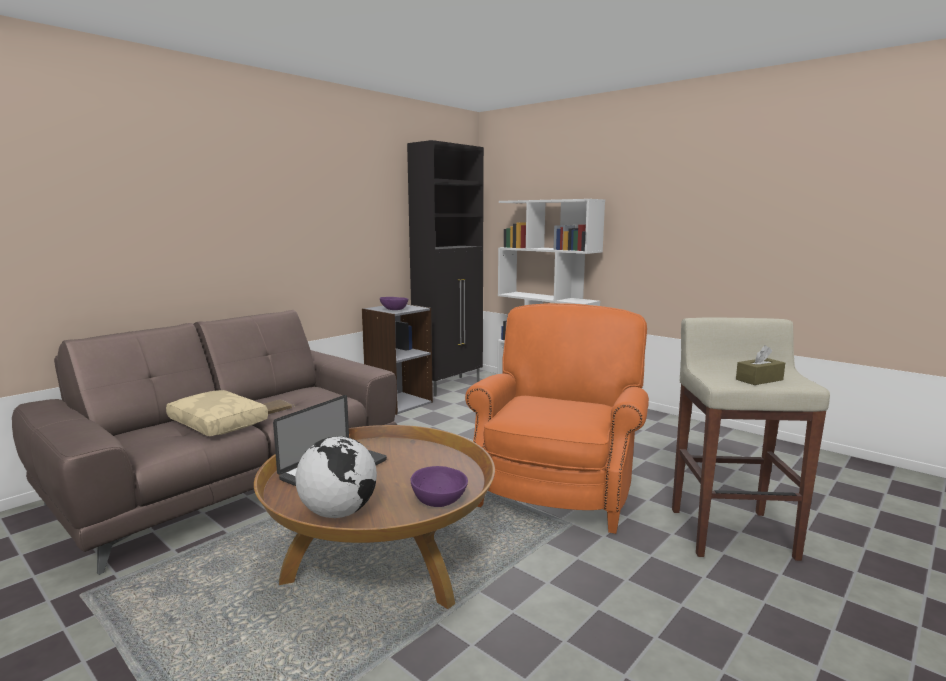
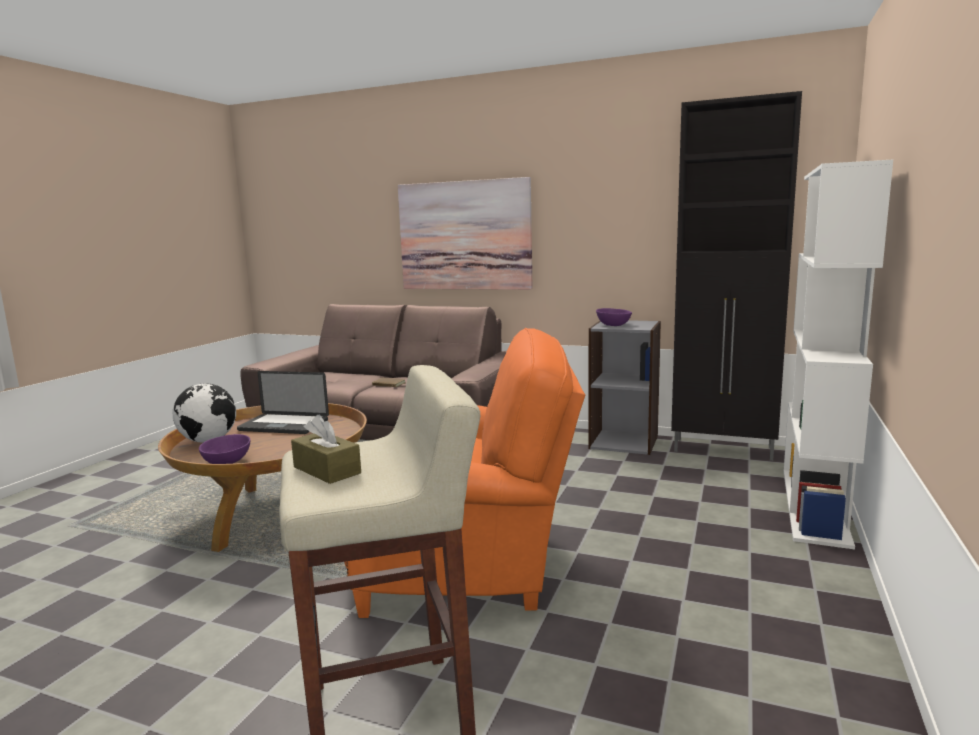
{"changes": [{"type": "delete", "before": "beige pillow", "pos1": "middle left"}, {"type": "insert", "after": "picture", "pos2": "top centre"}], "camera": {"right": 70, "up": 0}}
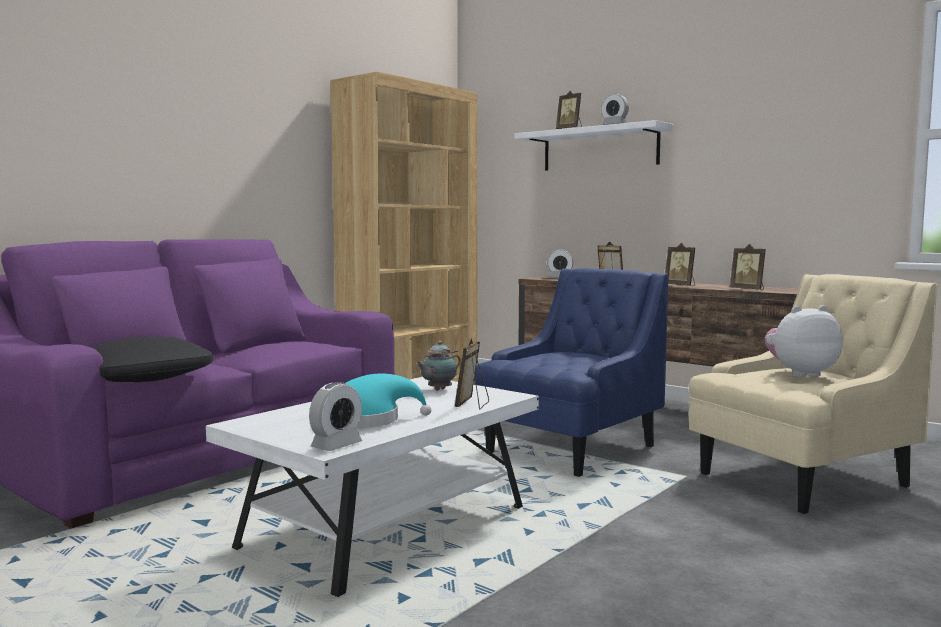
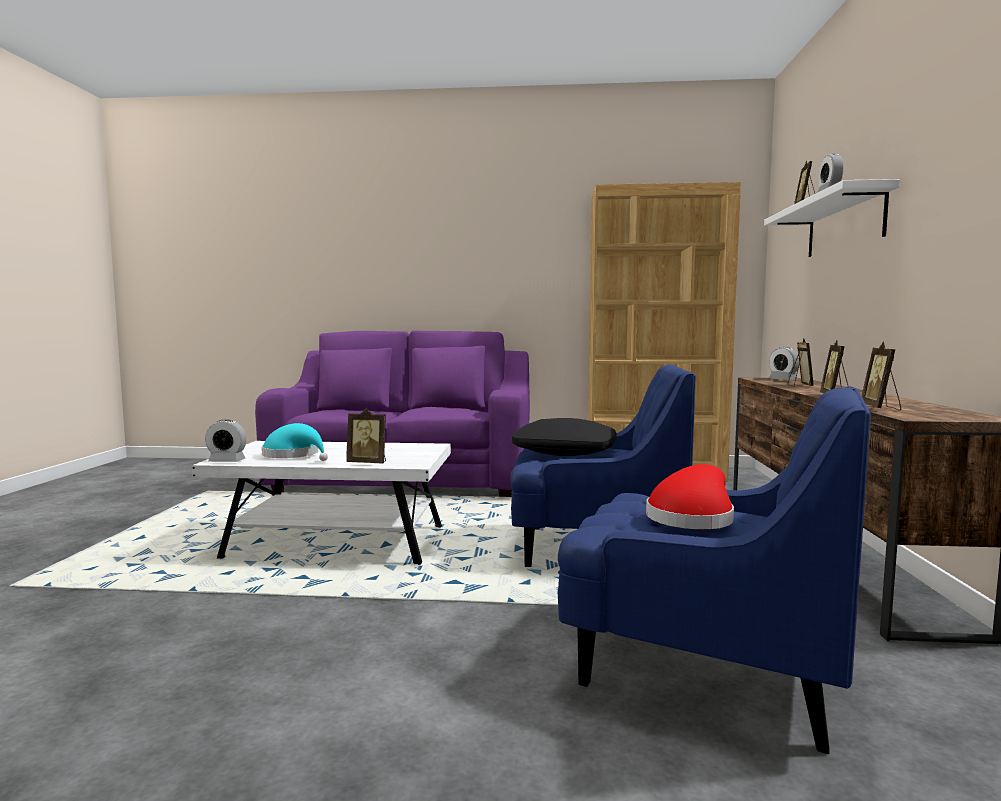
{"changes": [{"type": "move", "before": "black pillow", "pos1": "middle left", "pos2": "centre"}, {"type": "delete", "before": "teapot", "pos1": "centre"}, {"type": "rotate", "before": "picture frame (1st from left)", "pos1": "centre", "pos2": "centre", "turn": -150}, {"type": "recolor", "before": "beige armchair", "after": "blue armchair (2nd from left)", "pos1": "middle right", "pos2": "bottom right"}, {"type": "replace", "before": "plush toy", "after": "red hat", "pos1": "middle right", "pos2": "middle right"}], "camera": {"right": 55, "up": 0}}
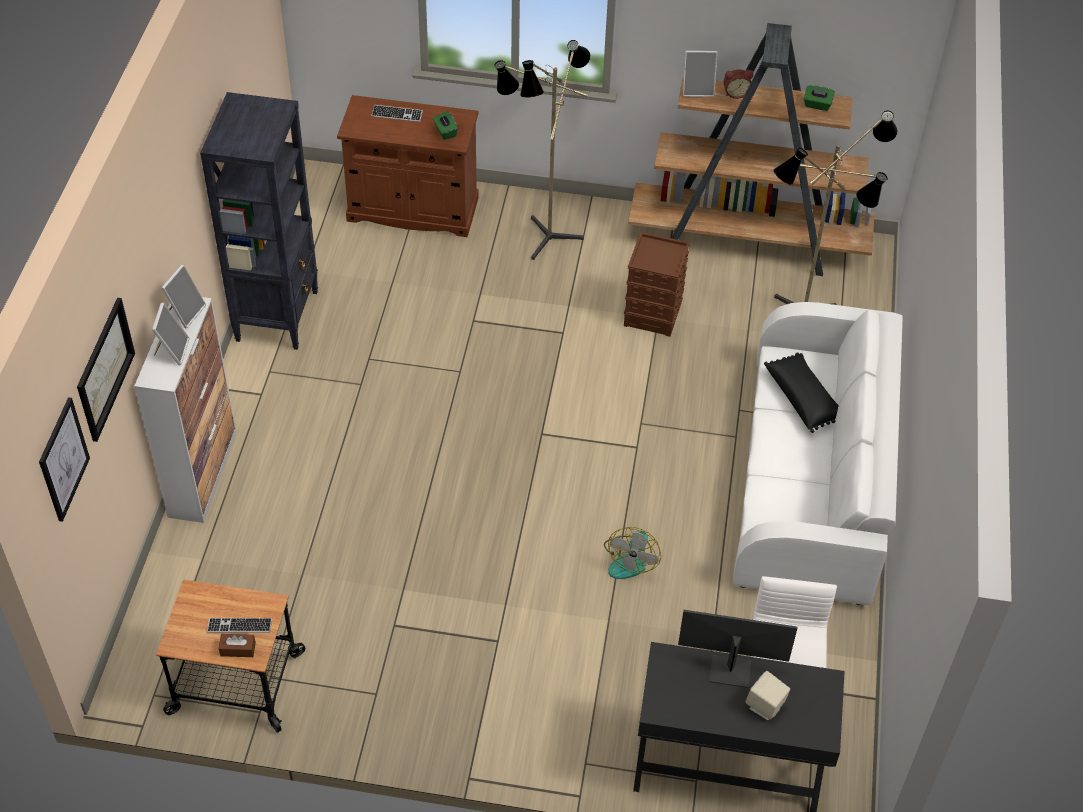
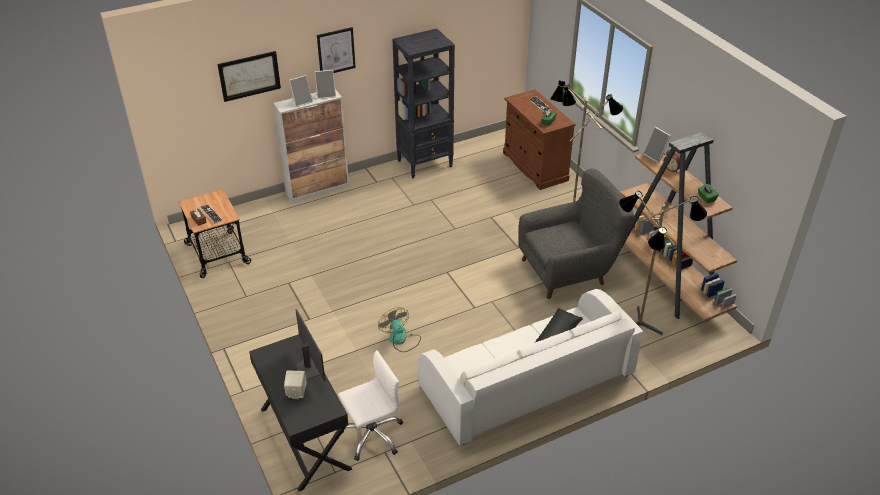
{"changes": [{"type": "move", "before": "picture (1st from left in the first image)", "after": "picture (2nd from left)", "pos1": "middle left", "pos2": "top centre"}, {"type": "rotate", "before": "fan", "pos1": "bottom centre", "pos2": "centre", "turn": 75}, {"type": "replace", "before": "brown storage box", "after": "grey armchair", "pos1": "centre", "pos2": "centre"}], "camera": {"right": 55, "up": -10}}
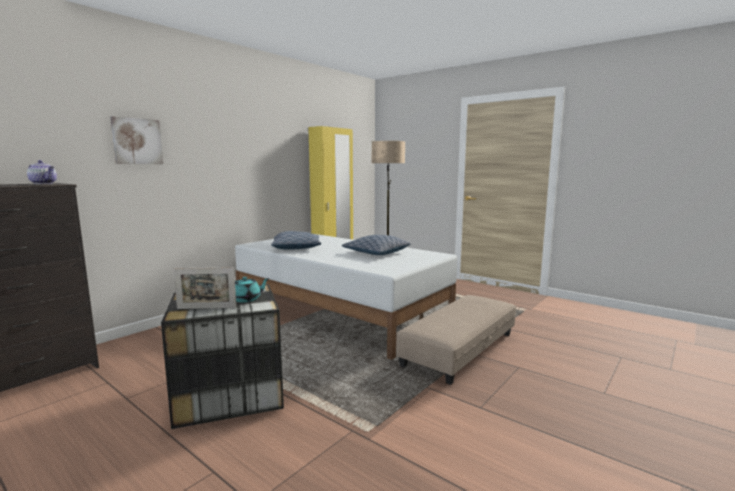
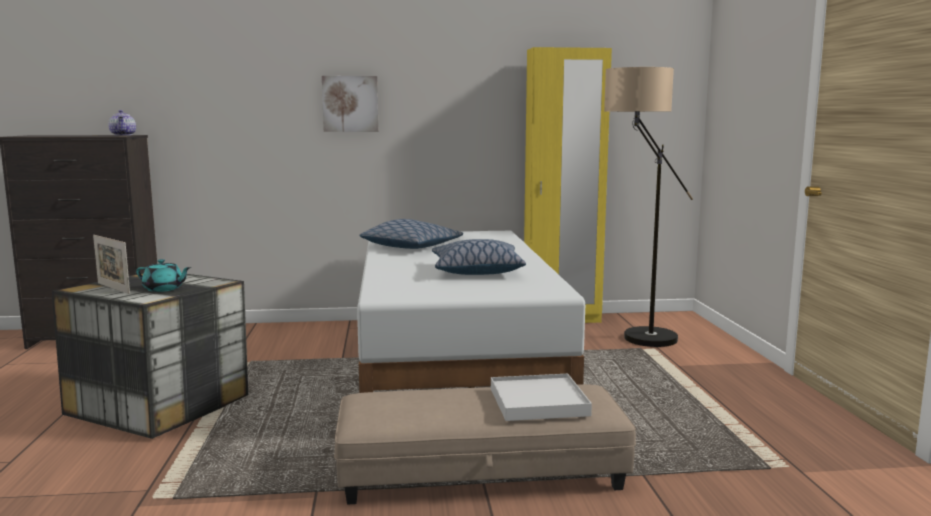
{"changes": [{"type": "move", "before": "picture", "pos1": "top left", "pos2": "top centre"}, {"type": "insert", "after": "white tray", "pos2": "bottom centre"}], "camera": {"right": 45, "up": 0}}
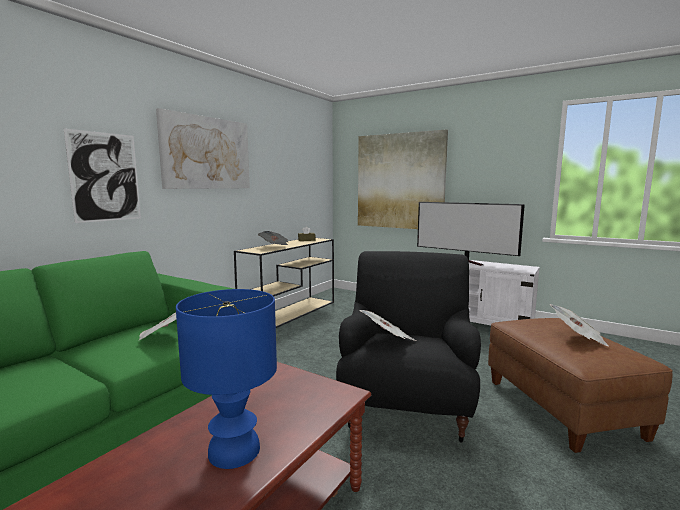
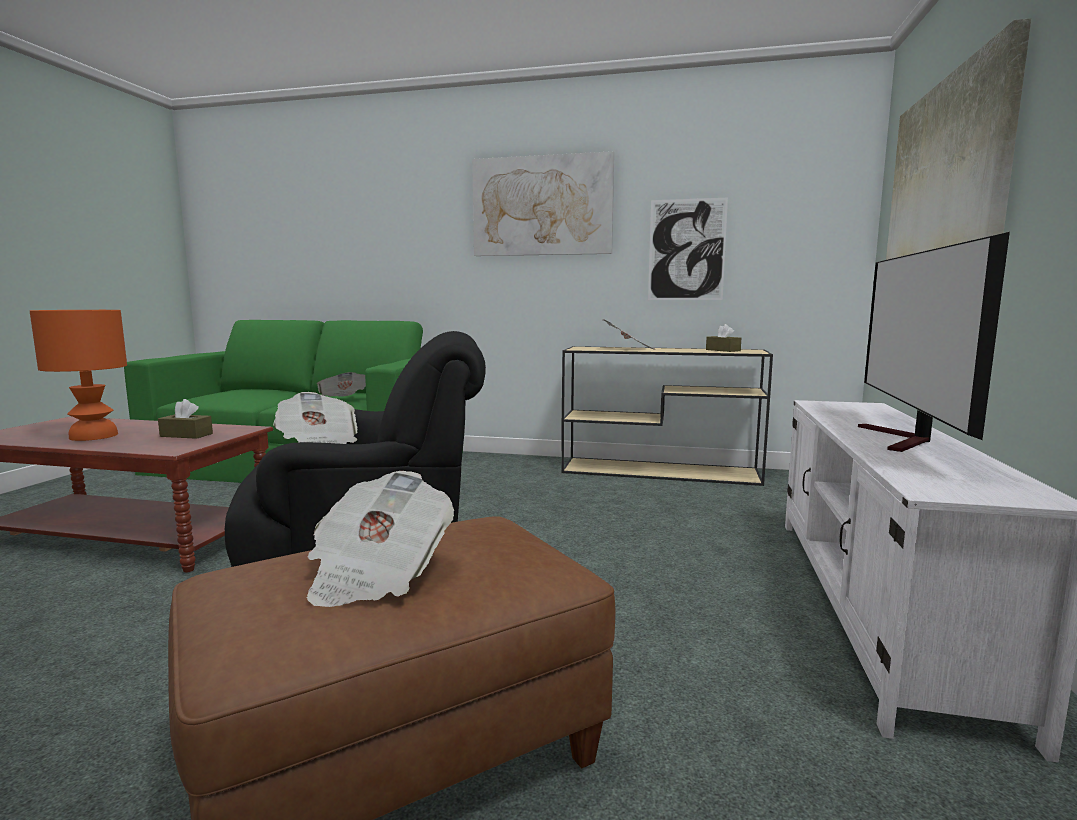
{"changes": [{"type": "move", "before": "picture (1st from left in the first image)", "after": "picture (2nd from left)", "pos1": "middle left", "pos2": "top centre"}, {"type": "recolor", "before": "blue table lamp", "after": "orange table lamp", "pos1": "bottom left", "pos2": "middle left"}, {"type": "insert", "after": "brown tissue box (1st from left)", "pos2": "middle left"}], "camera": {"right": 70, "up": 0}}
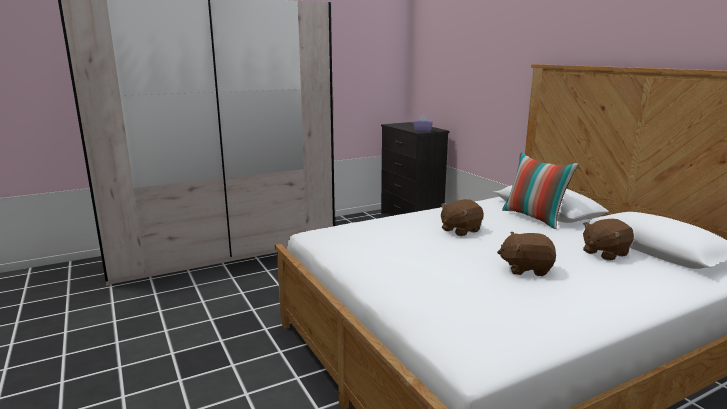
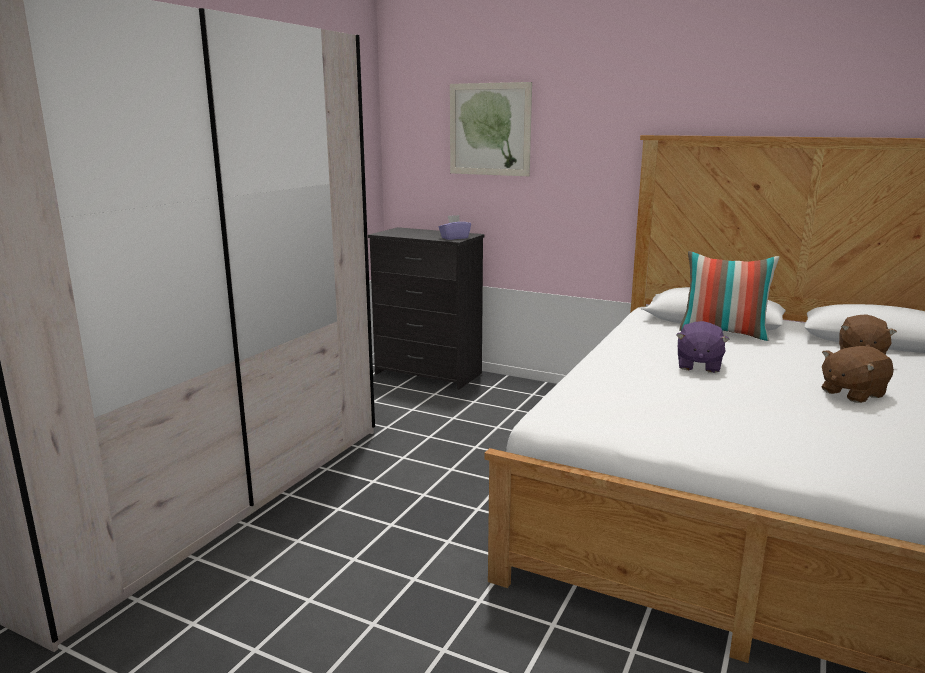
{"changes": [{"type": "recolor", "before": "brown plush toy (1st from left)", "after": "purple plush toy", "pos1": "centre", "pos2": "middle right"}, {"type": "insert", "after": "picture", "pos2": "top centre"}], "camera": {"right": -35, "up": 0}}
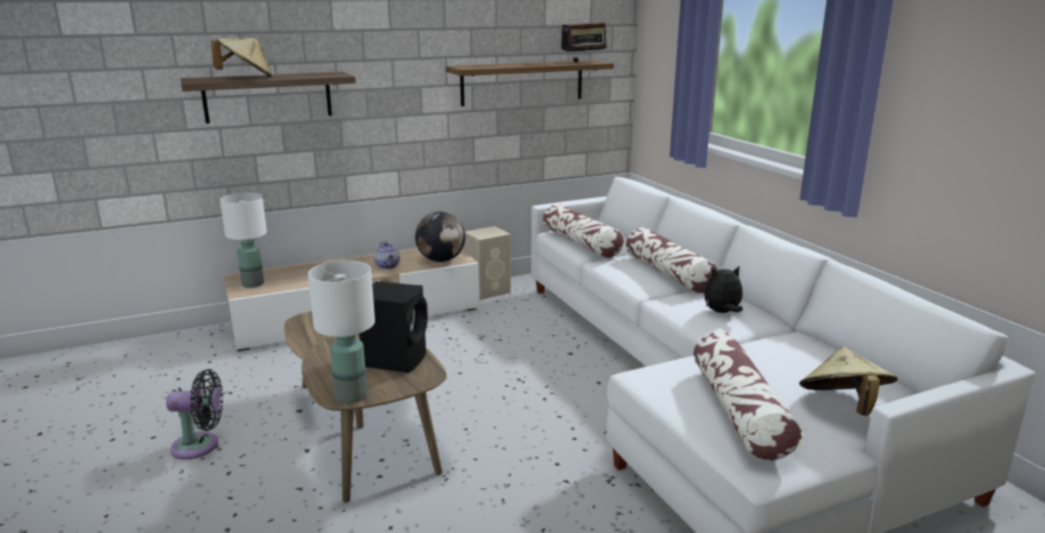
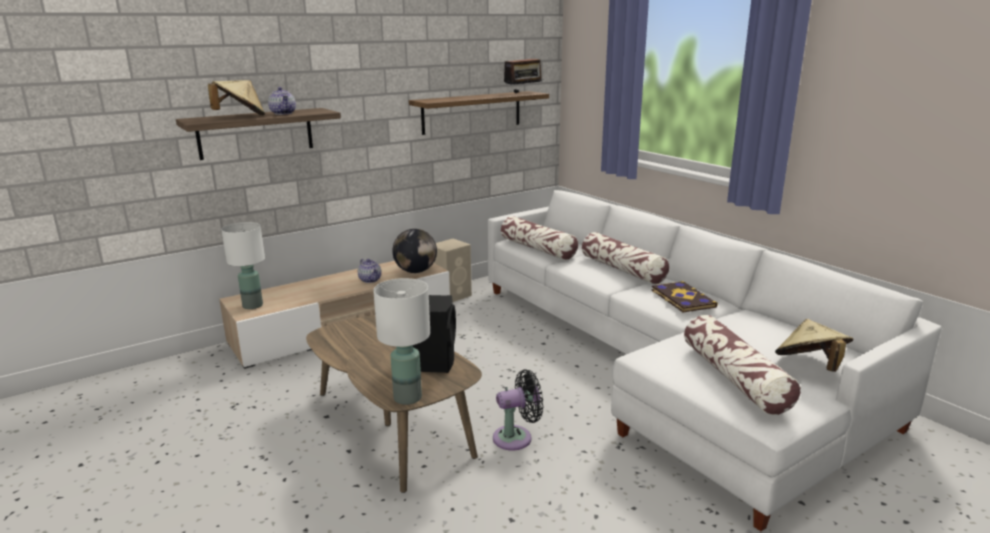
{"changes": [{"type": "move", "before": "black fan", "pos1": "bottom left", "pos2": "bottom centre"}, {"type": "replace", "before": "plush toy", "after": "book", "pos1": "middle right", "pos2": "middle right"}, {"type": "insert", "after": "teapot (1st from left)", "pos2": "top left"}], "camera": {"right": -10, "up": 0}}
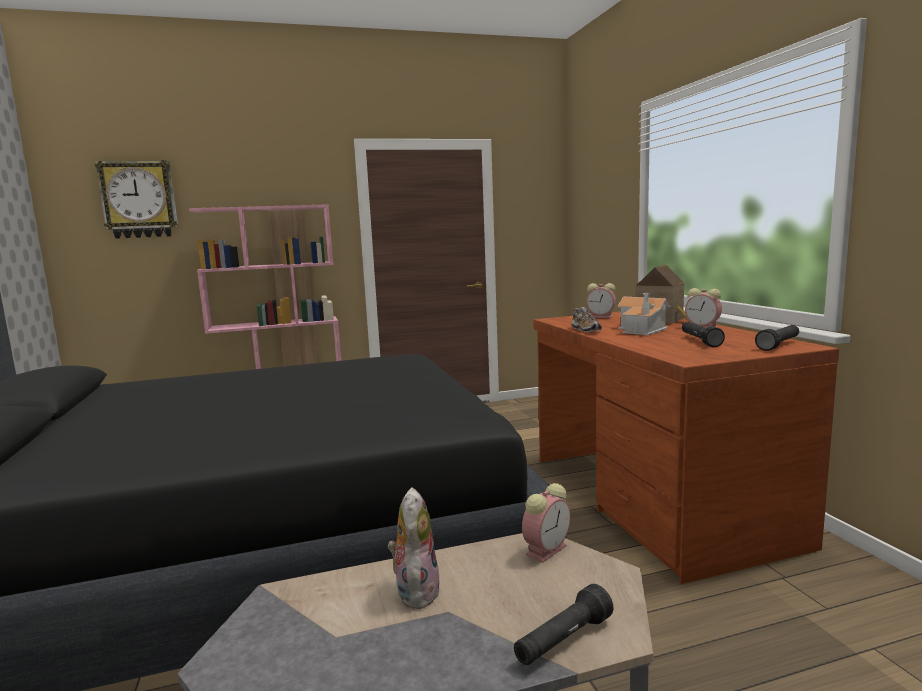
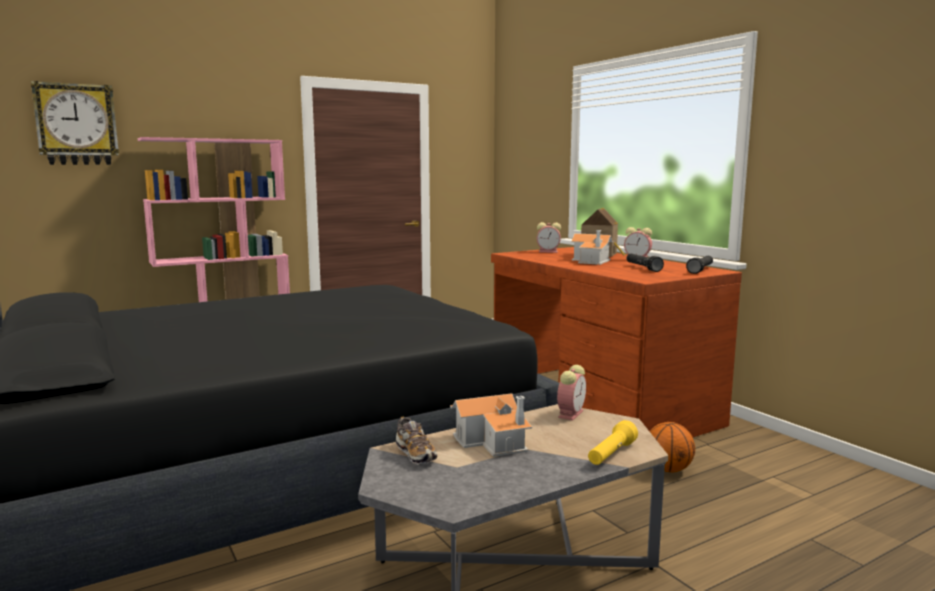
{"changes": [{"type": "replace", "before": "plush toy", "after": "toy house (1st from left)", "pos1": "bottom centre", "pos2": "bottom centre"}, {"type": "recolor", "before": "black flashlight (1st from left)", "after": "yellow flashlight", "pos1": "bottom centre", "pos2": "bottom centre"}, {"type": "move", "before": "shoe", "pos1": "centre", "pos2": "bottom centre"}, {"type": "insert", "after": "basketball", "pos2": "bottom right"}], "camera": {"right": -15, "up": 0}}
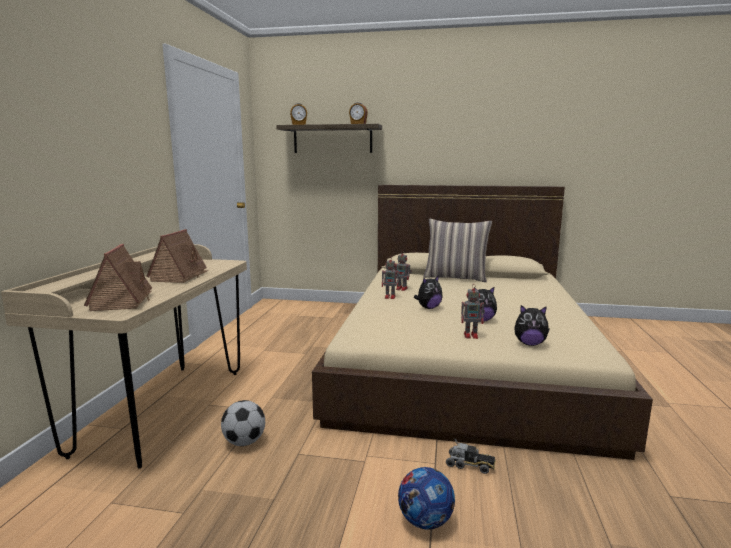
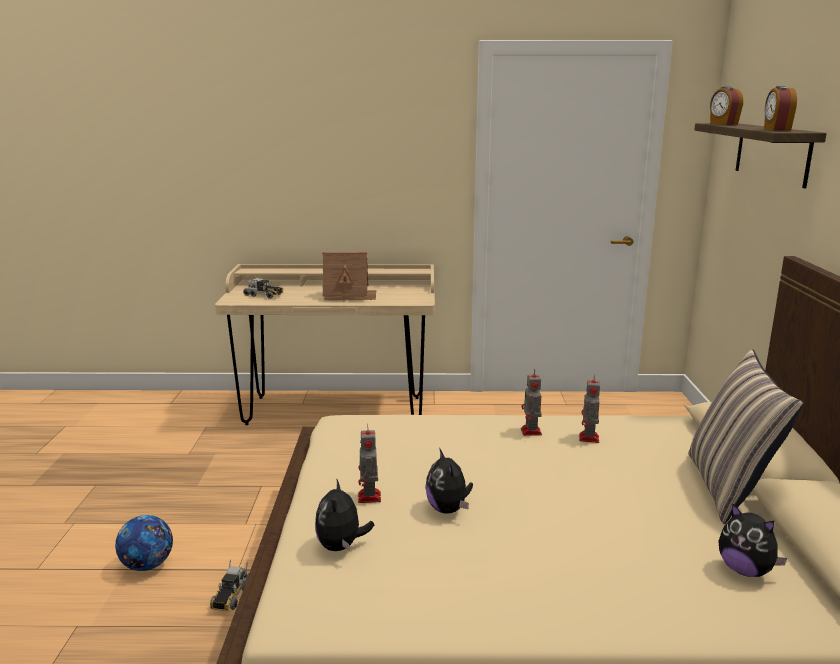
{"changes": [{"type": "replace", "before": "toy house (1st from left)", "after": "toy truck (2nd from left)", "pos1": "middle left", "pos2": "middle left"}, {"type": "delete", "before": "football (1st from left)", "pos1": "bottom left"}, {"type": "move", "before": "plush toy (1st from left in the first image)", "after": "plush toy (3rd from left)", "pos1": "centre", "pos2": "bottom right"}], "camera": {"right": 80, "up": 5}}
